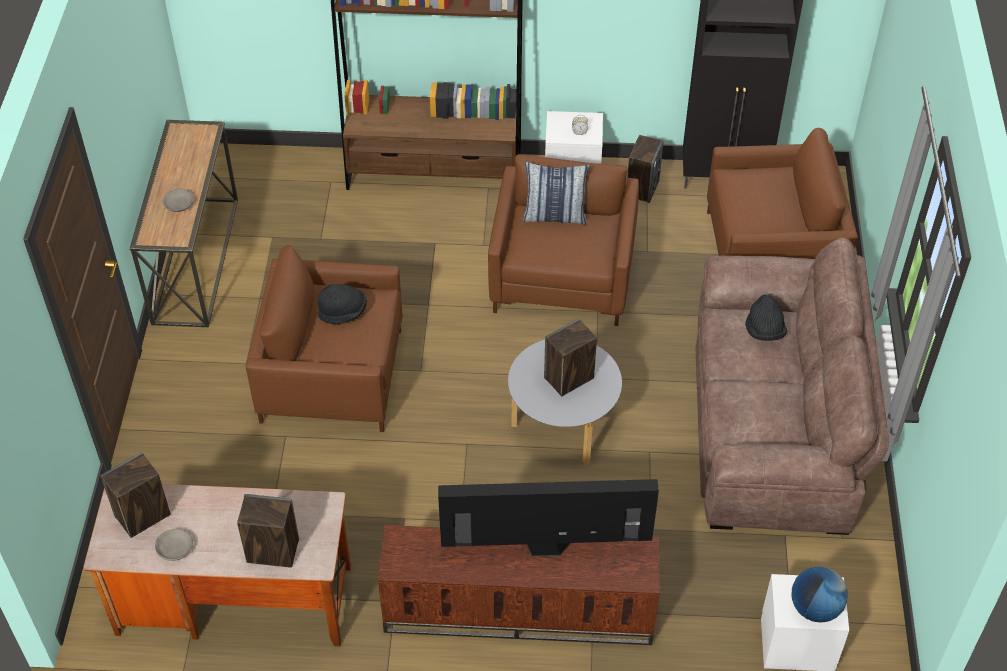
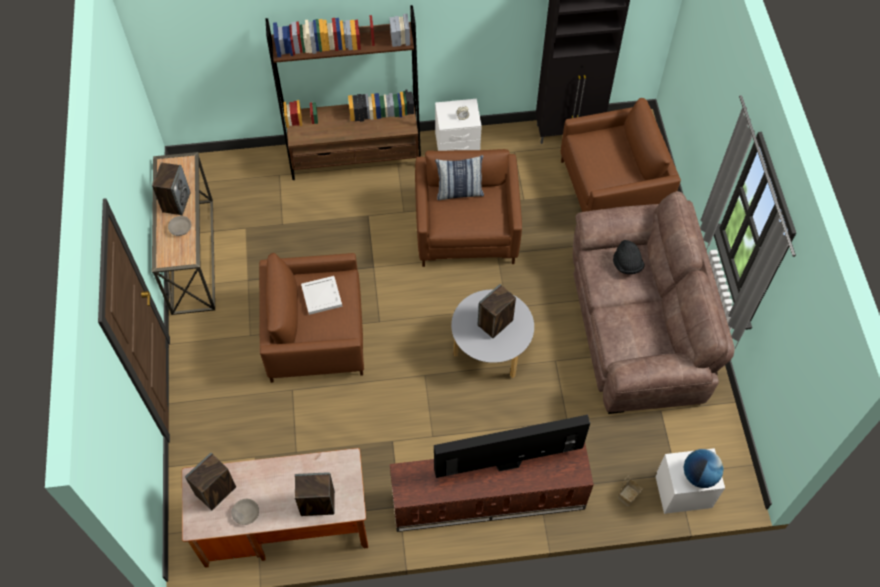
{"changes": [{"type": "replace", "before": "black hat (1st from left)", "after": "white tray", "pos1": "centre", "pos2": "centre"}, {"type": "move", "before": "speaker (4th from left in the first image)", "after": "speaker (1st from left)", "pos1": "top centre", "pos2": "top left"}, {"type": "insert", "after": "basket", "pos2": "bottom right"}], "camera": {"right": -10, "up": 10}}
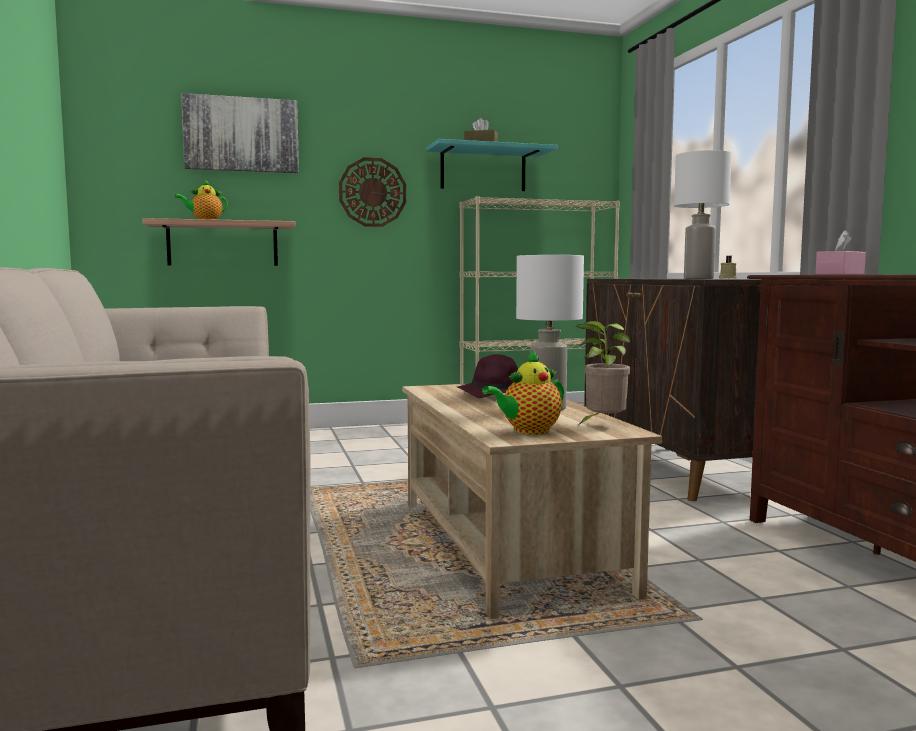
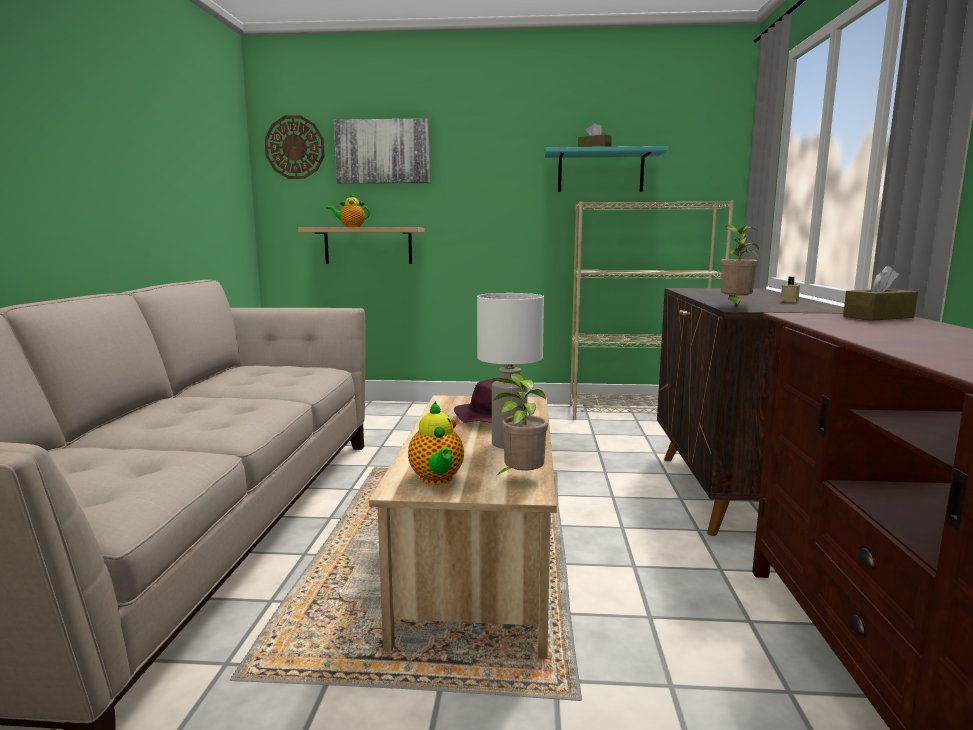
{"changes": [{"type": "move", "before": "wall clock", "pos1": "top centre", "pos2": "top left"}, {"type": "rotate", "before": "teapot (2nd from left)", "pos1": "centre", "pos2": "centre", "turn": -90}, {"type": "replace", "before": "white table lamp (2nd from left)", "after": "potted plant (2nd from left)", "pos1": "top right", "pos2": "middle right"}, {"type": "recolor", "before": "pink tissue box", "after": "brown tissue box (2nd from left)", "pos1": "middle right", "pos2": "middle right"}], "camera": {"right": 20, "up": 5}}
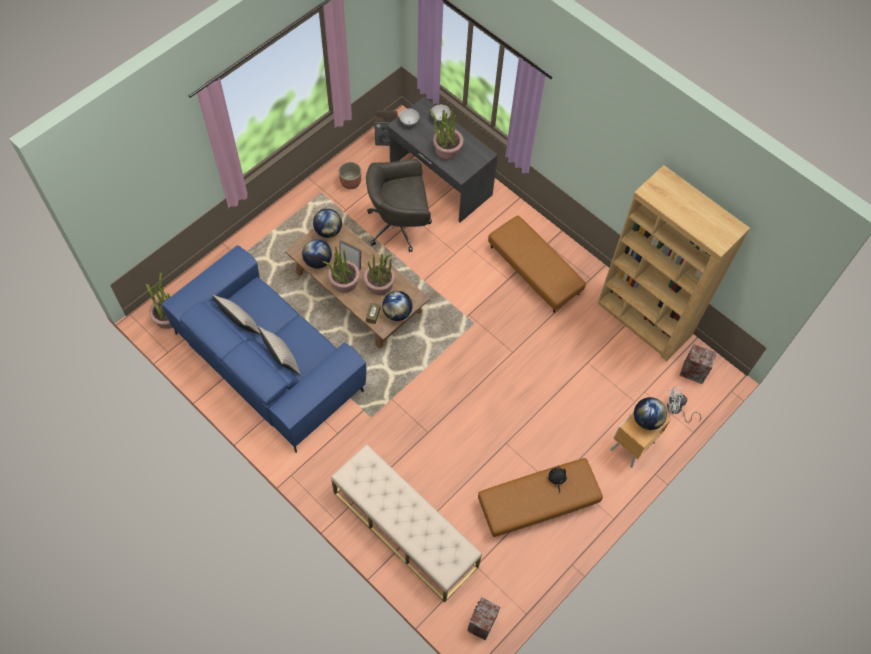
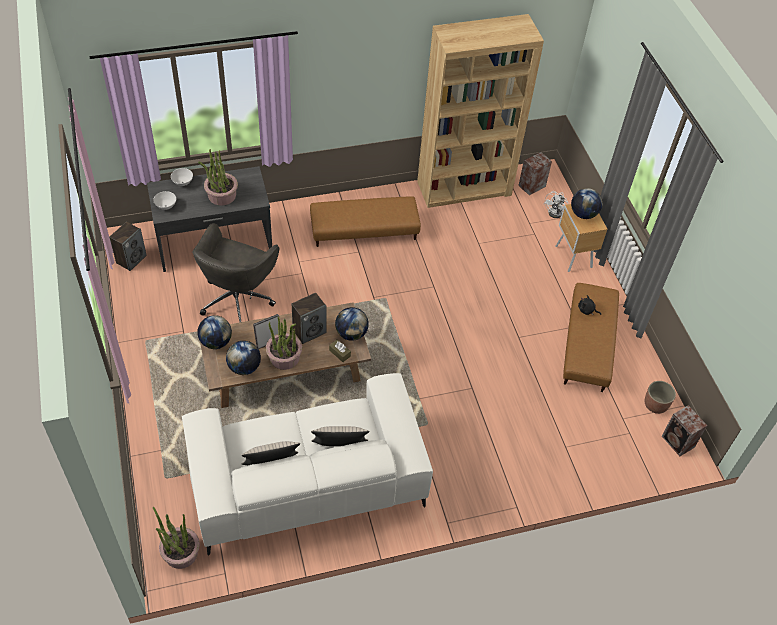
{"changes": [{"type": "recolor", "before": "blue sofa", "after": "white sofa", "pos1": "middle left", "pos2": "bottom centre"}, {"type": "delete", "before": "beige bench", "pos1": "bottom centre"}, {"type": "move", "before": "planter", "pos1": "top centre", "pos2": "middle right"}, {"type": "replace", "before": "potted plant (3rd from left)", "after": "speaker (2nd from left)", "pos1": "centre", "pos2": "centre"}], "camera": {"right": -60, "up": -10}}
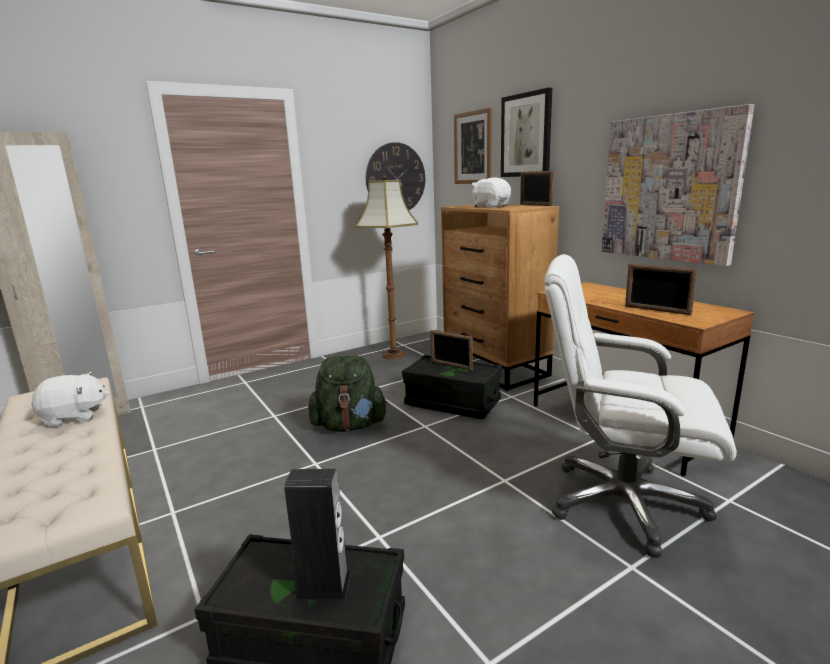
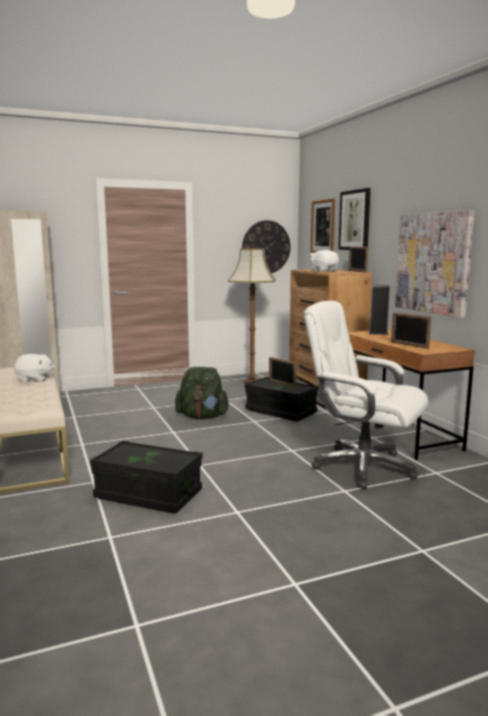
{"changes": [{"type": "move", "before": "speaker", "pos1": "bottom centre", "pos2": "middle right"}], "camera": {"right": 10, "up": -5}}
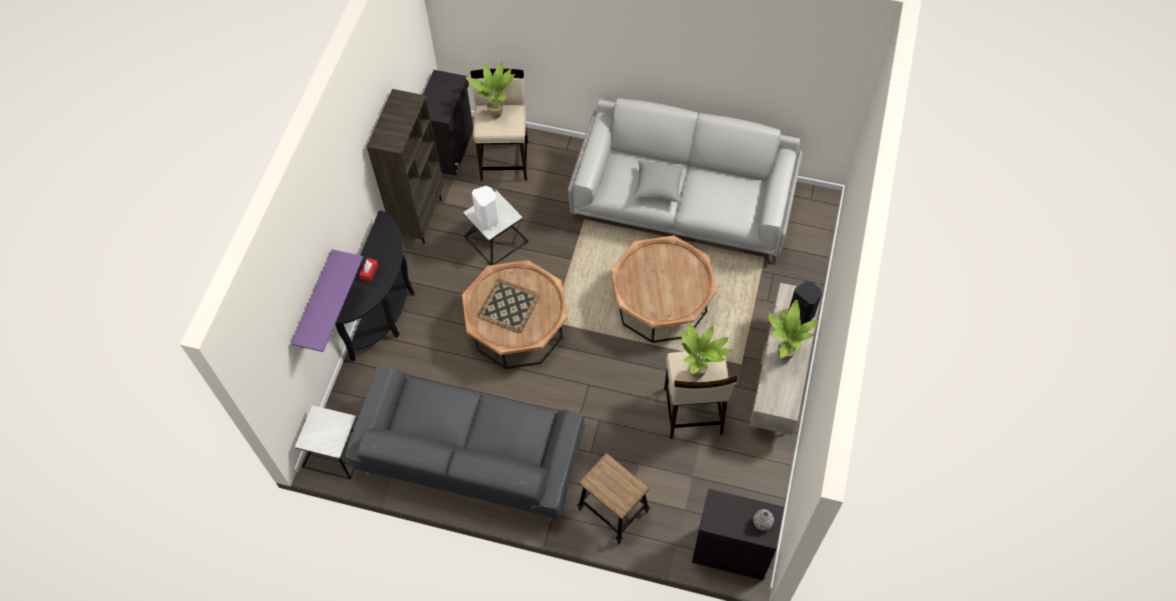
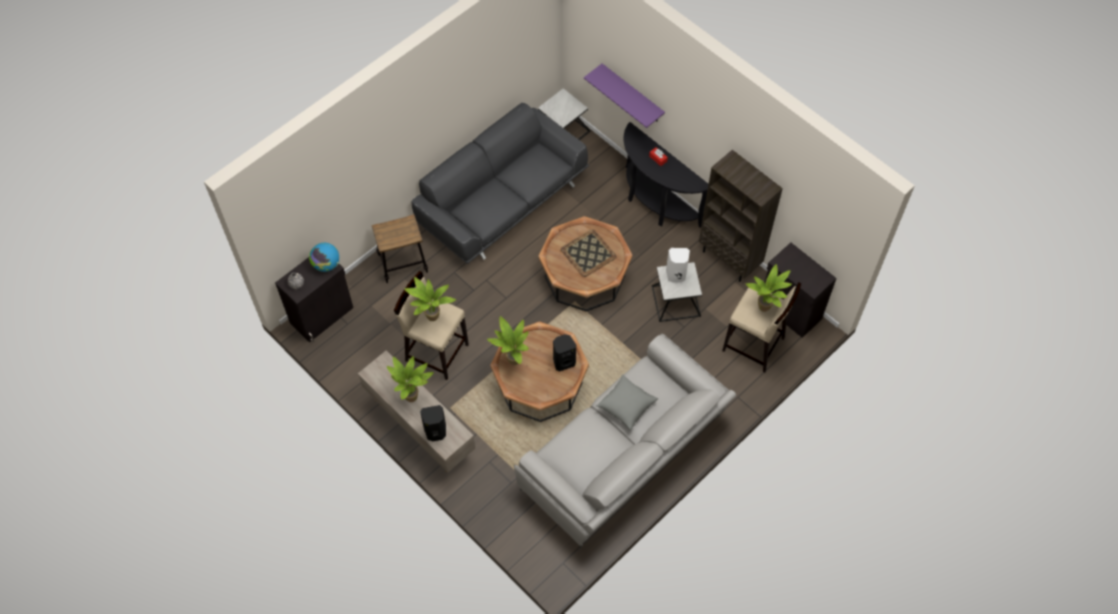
{"changes": [{"type": "insert", "after": "globe", "pos2": "middle left"}, {"type": "insert", "after": "potted plant (3rd from left)", "pos2": "centre"}, {"type": "insert", "after": "black speaker (2nd from left)", "pos2": "centre"}], "camera": {"right": 120, "up": 0}}
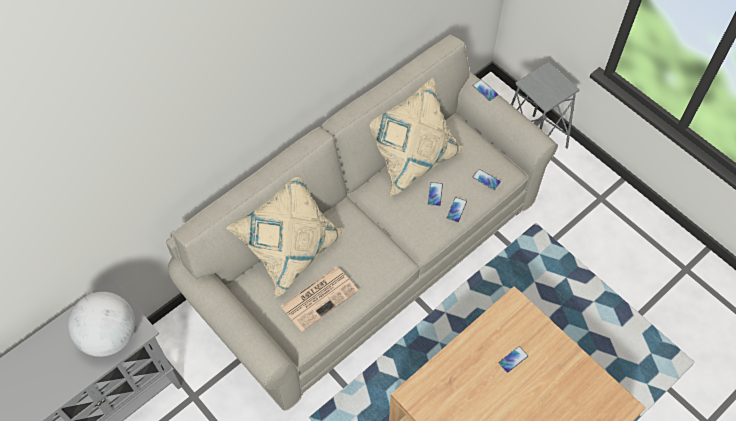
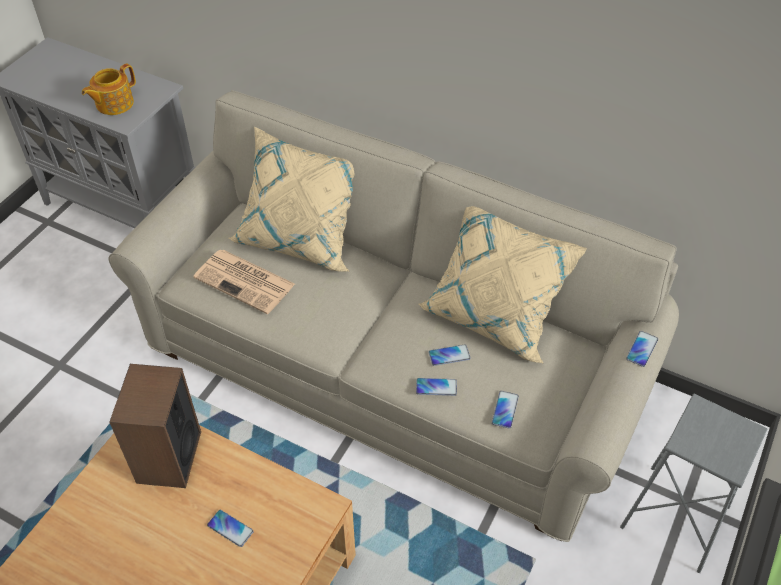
{"changes": [{"type": "replace", "before": "globe", "after": "teapot", "pos1": "bottom left", "pos2": "top left"}, {"type": "insert", "after": "speaker", "pos2": "bottom left"}], "camera": {"right": 70, "up": -10}}
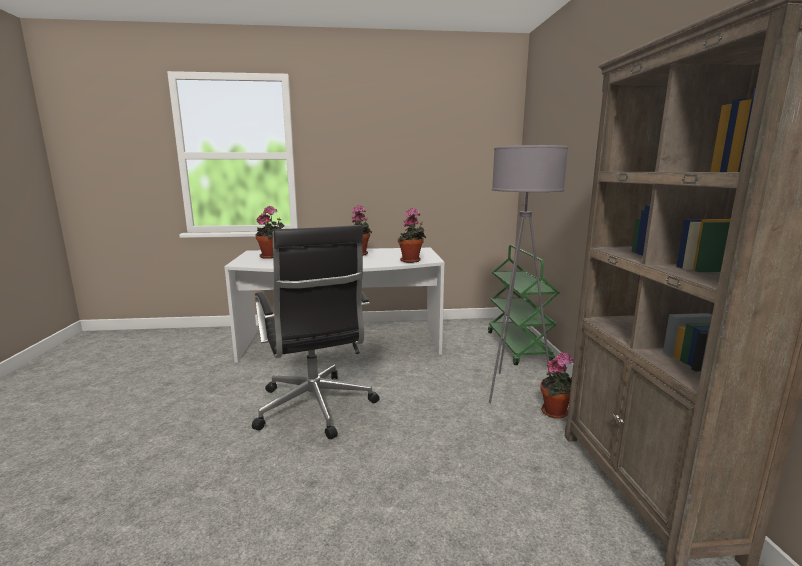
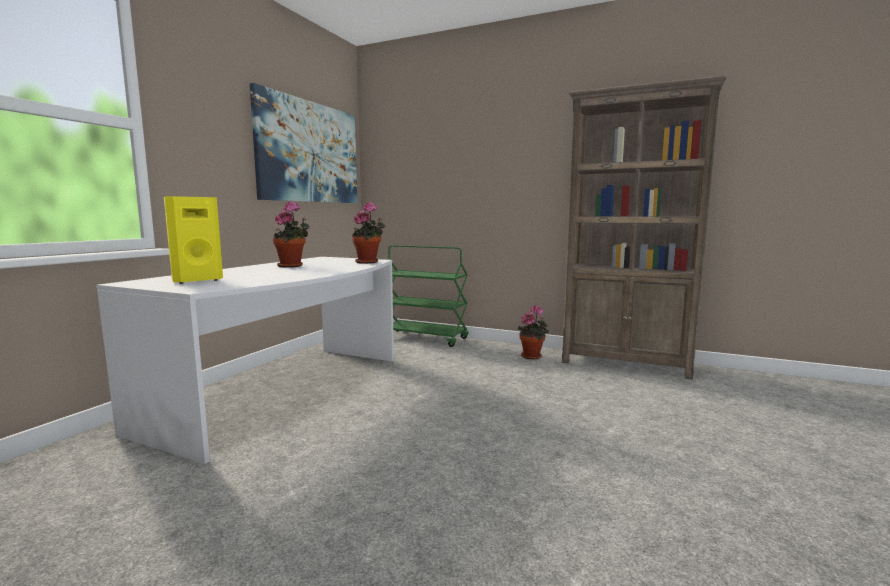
{"changes": [{"type": "delete", "before": "black office chair", "pos1": "centre"}, {"type": "replace", "before": "potted plant (1st from left)", "after": "yellow speaker", "pos1": "centre", "pos2": "middle left"}, {"type": "delete", "before": "grey floor lamp", "pos1": "centre"}, {"type": "insert", "after": "picture", "pos2": "top centre"}], "camera": {"right": -60, "up": -5}}
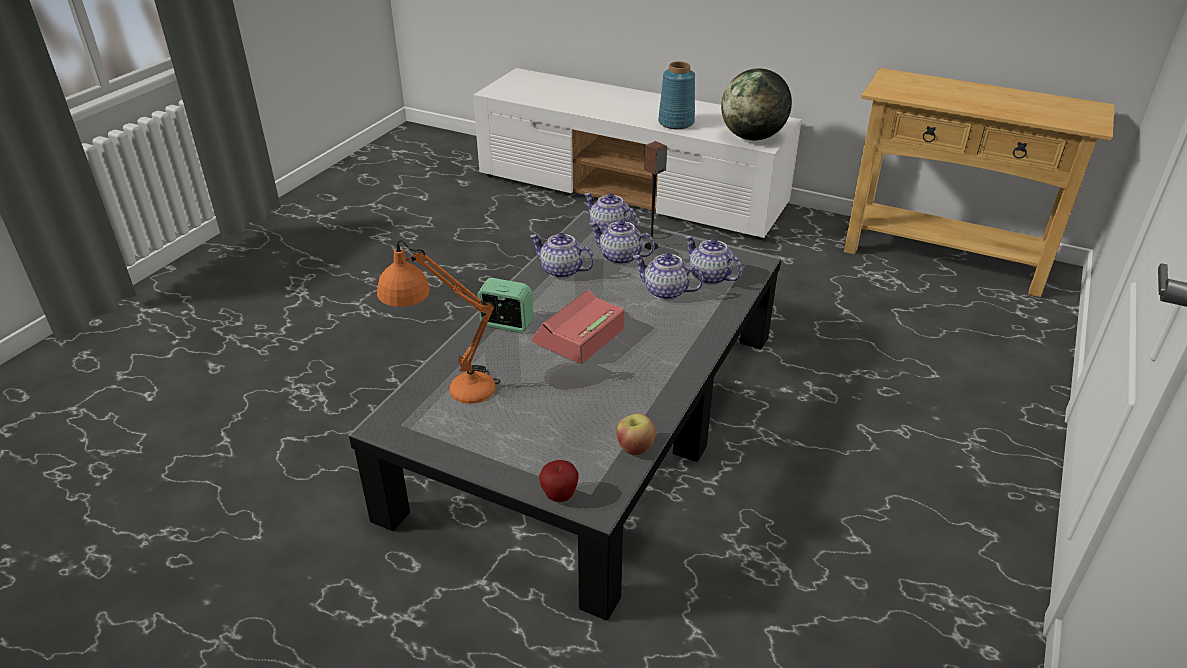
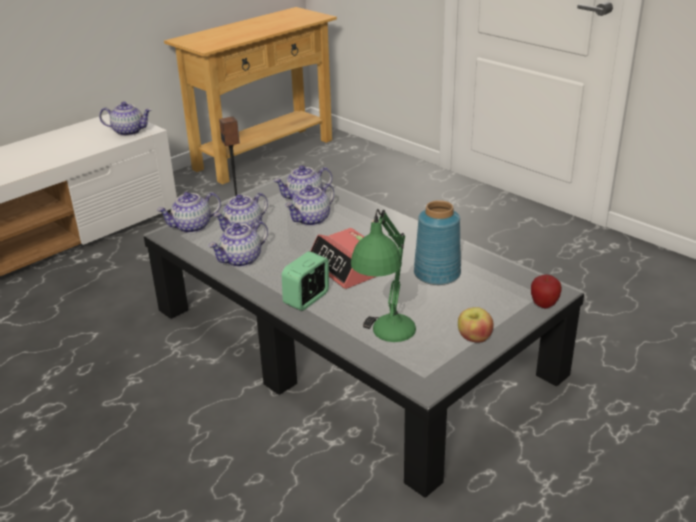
{"changes": [{"type": "recolor", "before": "orange table lamp", "after": "green table lamp", "pos1": "centre", "pos2": "centre"}, {"type": "move", "before": "apple (2nd from left in the first image)", "after": "apple (1st from left)", "pos1": "centre", "pos2": "middle right"}, {"type": "move", "before": "blue vase", "pos1": "top centre", "pos2": "centre"}, {"type": "replace", "before": "globe", "after": "teapot (1st from left)", "pos1": "top centre", "pos2": "top left"}], "camera": {"right": -70, "up": -5}}
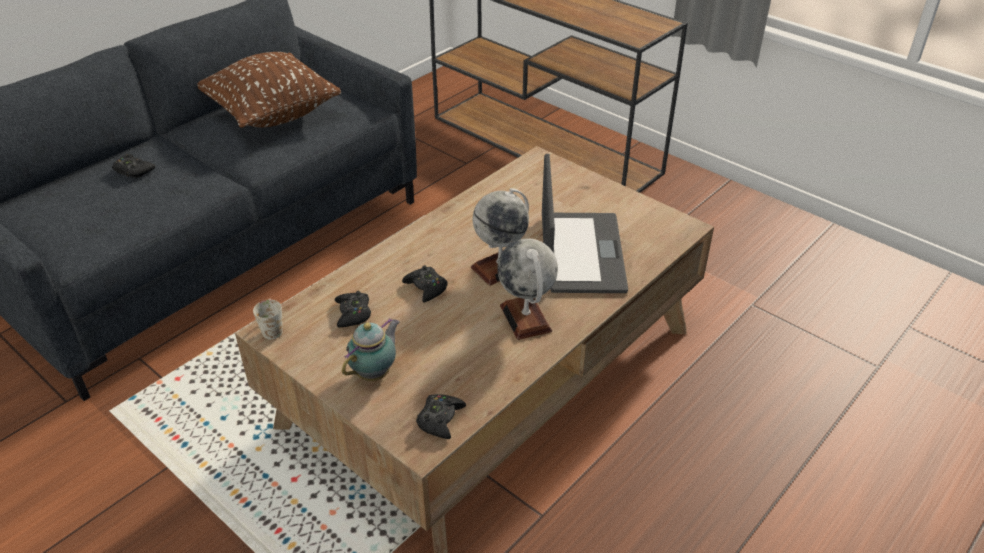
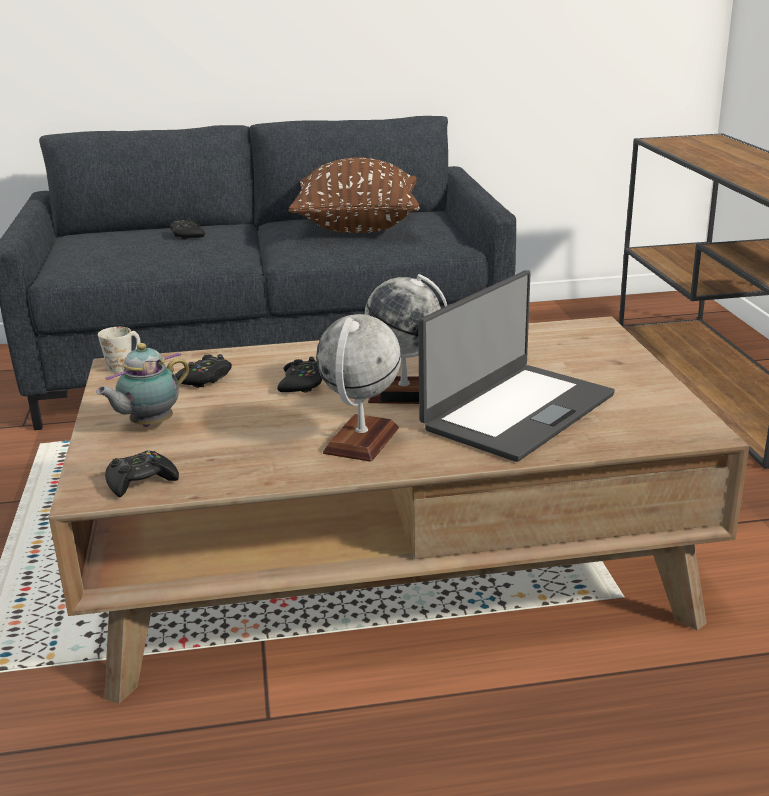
{"changes": [{"type": "rotate", "before": "teapot", "pos1": "centre", "pos2": "middle left", "turn": 150}], "camera": {"right": 40, "up": -15}}
